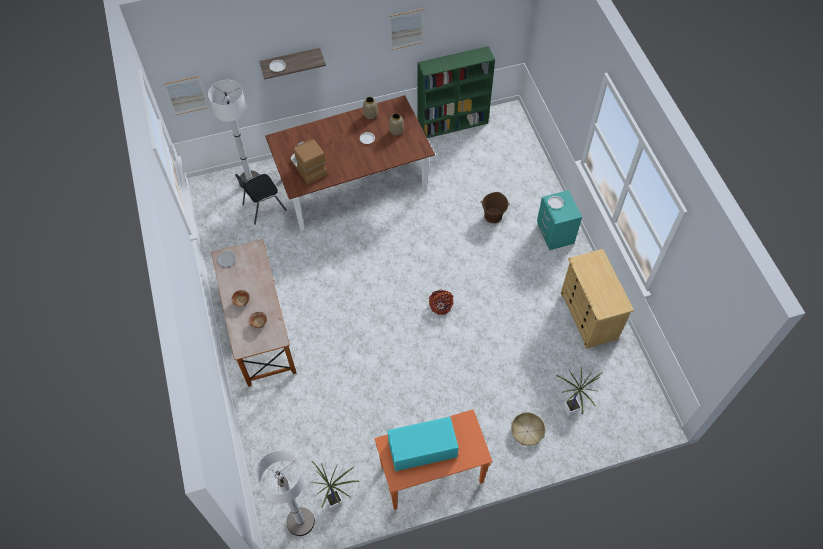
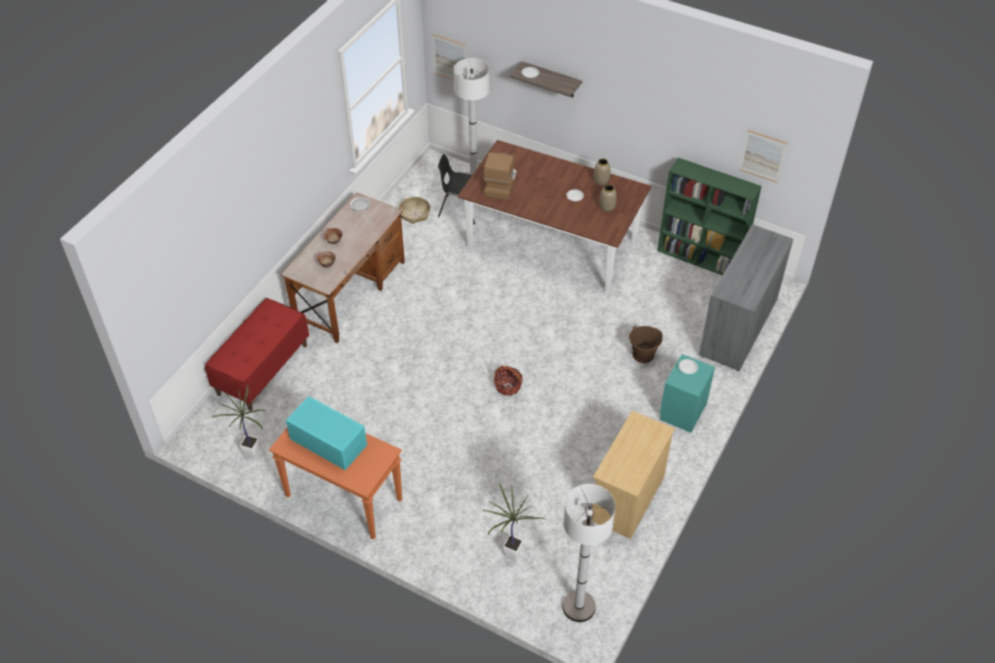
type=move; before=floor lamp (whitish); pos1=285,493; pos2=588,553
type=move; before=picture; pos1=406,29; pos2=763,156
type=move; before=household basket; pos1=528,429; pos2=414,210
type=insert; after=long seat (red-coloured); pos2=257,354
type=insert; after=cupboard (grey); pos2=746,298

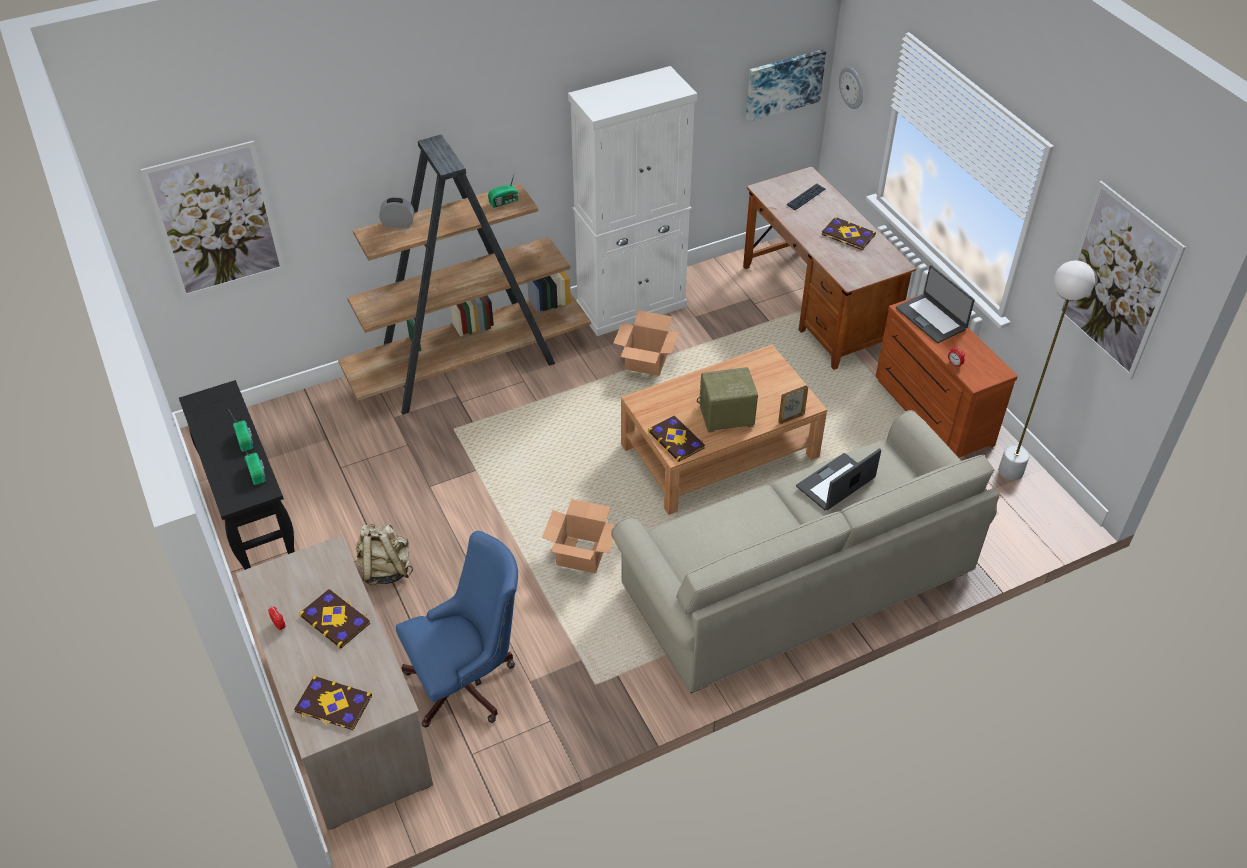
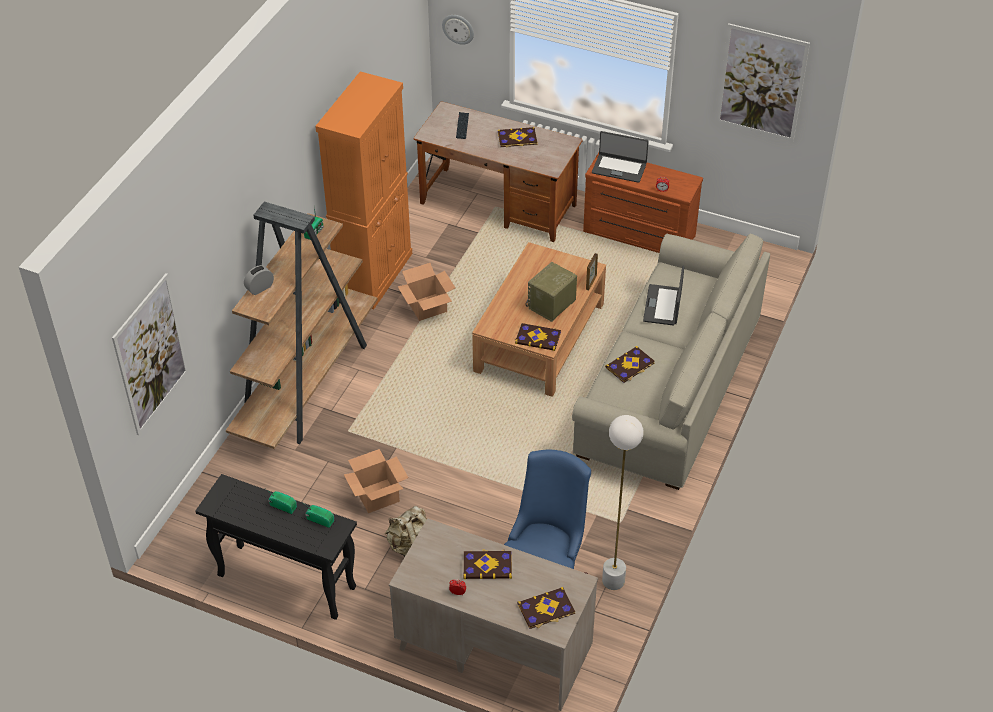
type=move; before=packing box; pos1=579,536; pos2=376,481
type=recolor; before=cupboard (whitish); after=cupboard (orange); pos1=632,201; pos2=363,190
type=delete; before=picture; pos1=786,85
type=move; before=floor lamp (whitish); pos1=1047,370; pos2=622,502
type=insert; after=bound book; pos2=630,364

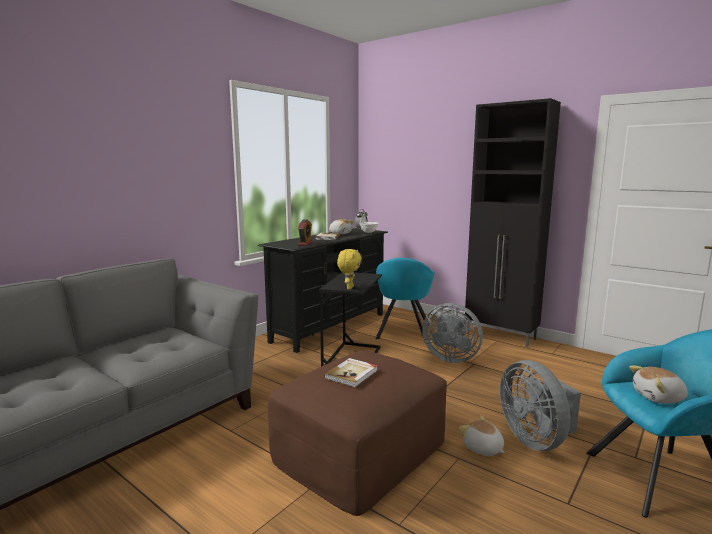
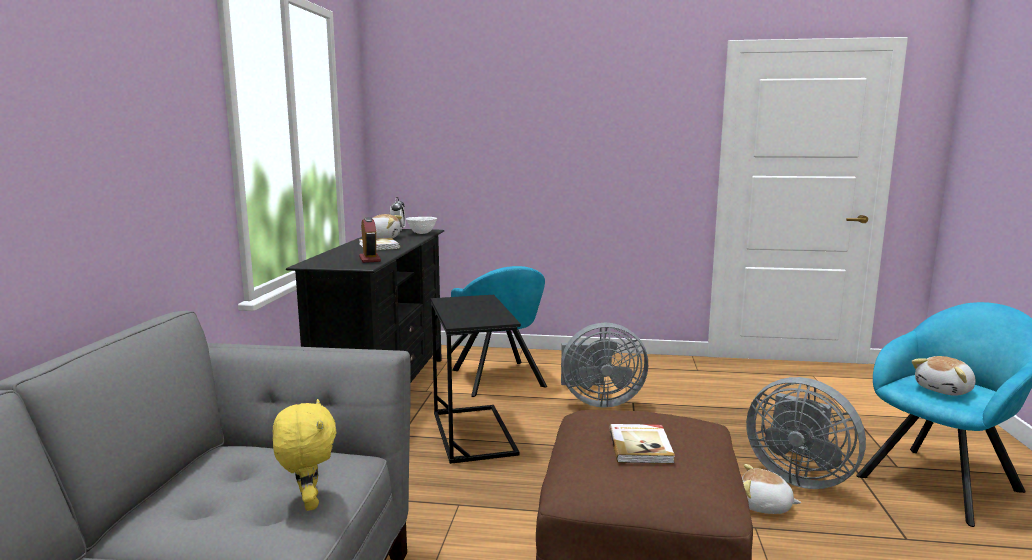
type=move; before=cuddly toy (yellow); pos1=349,269; pos2=304,455
type=delete; before=cupboard (blackish); pos1=513,222

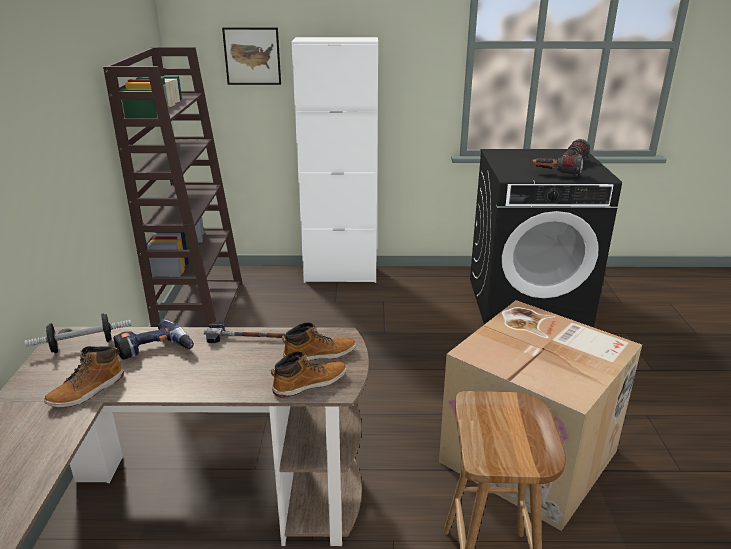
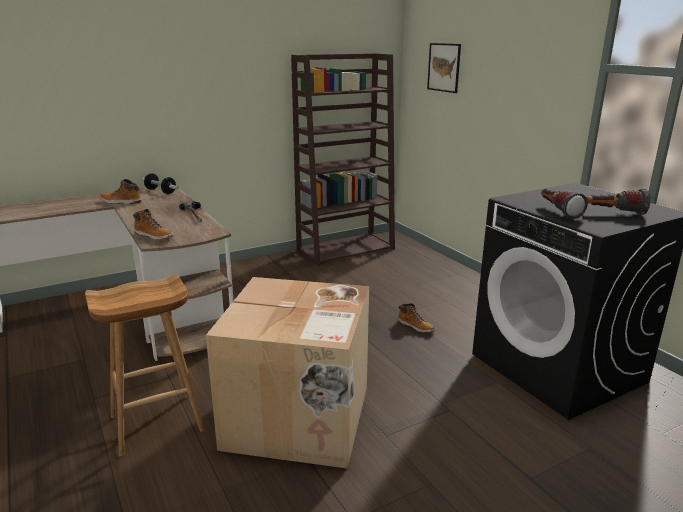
type=delete; before=electric drill; pos1=154,339
type=move; before=boot; pos1=319,341; pos2=416,318
type=delete; before=cupboard (whitish); pos1=334,160

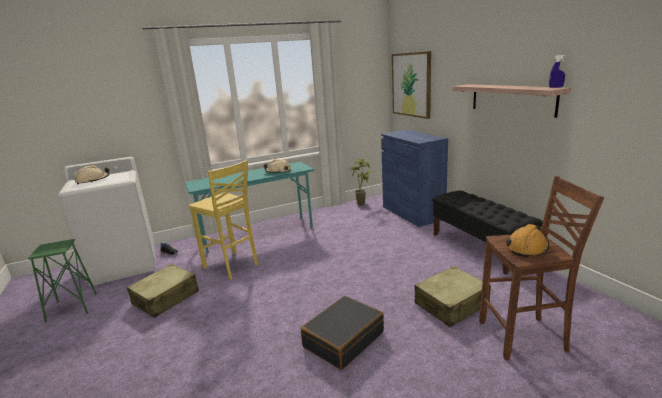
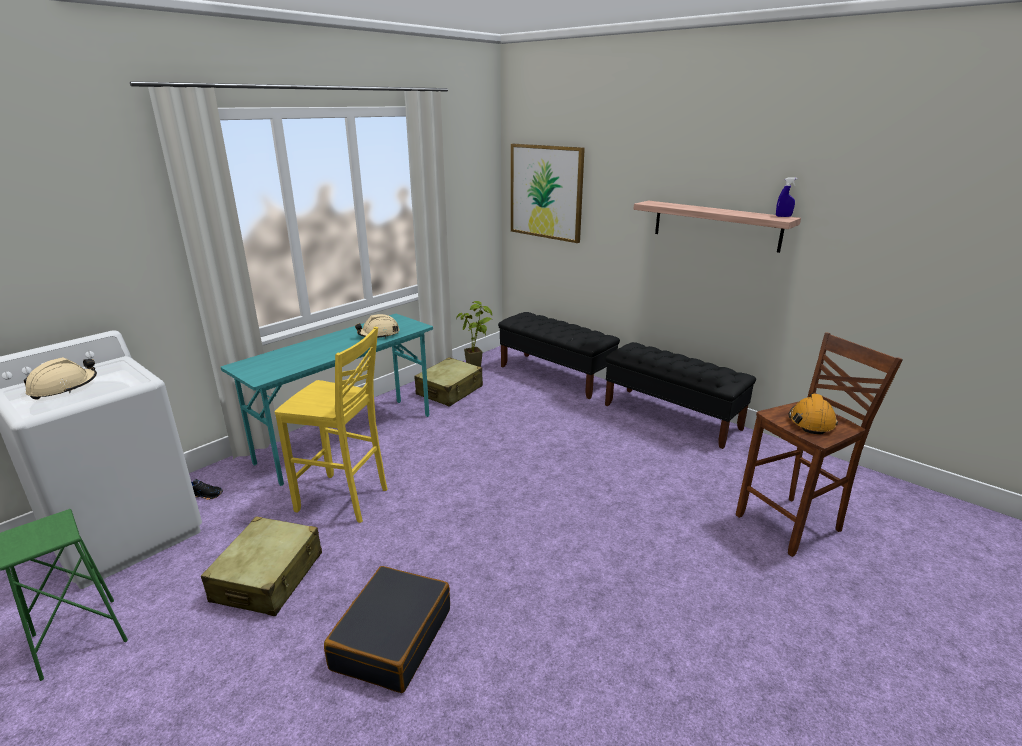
type=move; before=travel case (blackish); pos1=342,333; pos2=387,629
type=replace; before=cupboard (blue); after=long seat (blackish); pos1=414,178; pos2=559,355
type=move; before=travel case (sand-coloured); pos1=453,296; pos2=449,382

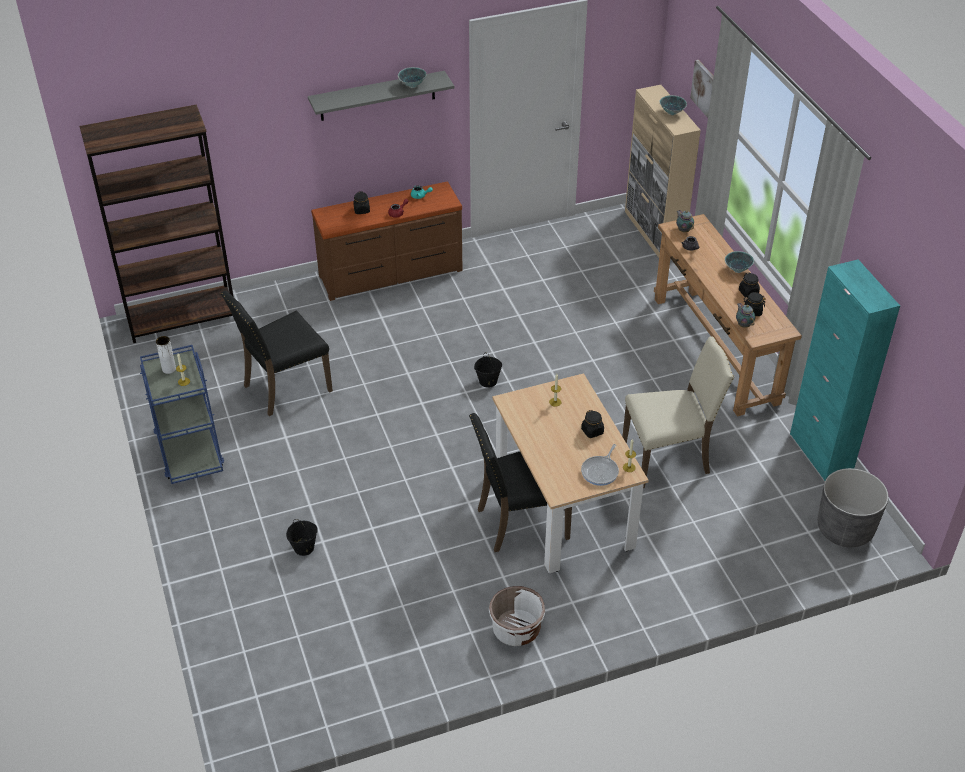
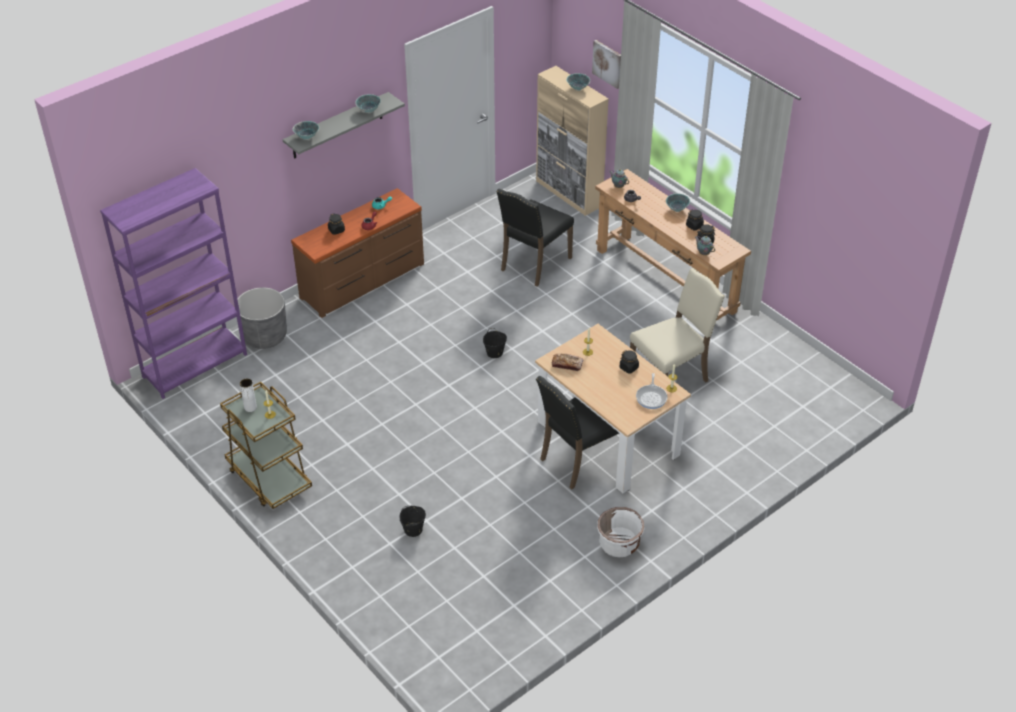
type=recolor; before=shelving unit (brownish); after=shelving unit (purple); pos1=156,223; pos2=173,283
type=recolor; before=wheeled cart (blue); after=wheeled cart (brownish); pos1=182,414; pos2=266,445
type=move; before=chair (blackish); pos1=277,353; pos2=535,238
type=delete; before=cupboard (turquoise); pos1=845,370
type=move; before=flower pot (grey); pos1=853,507; pos2=262,318
type=insert; after=deep dish; pos2=306,130
type=insert; after=bakery bread; pos2=567,362

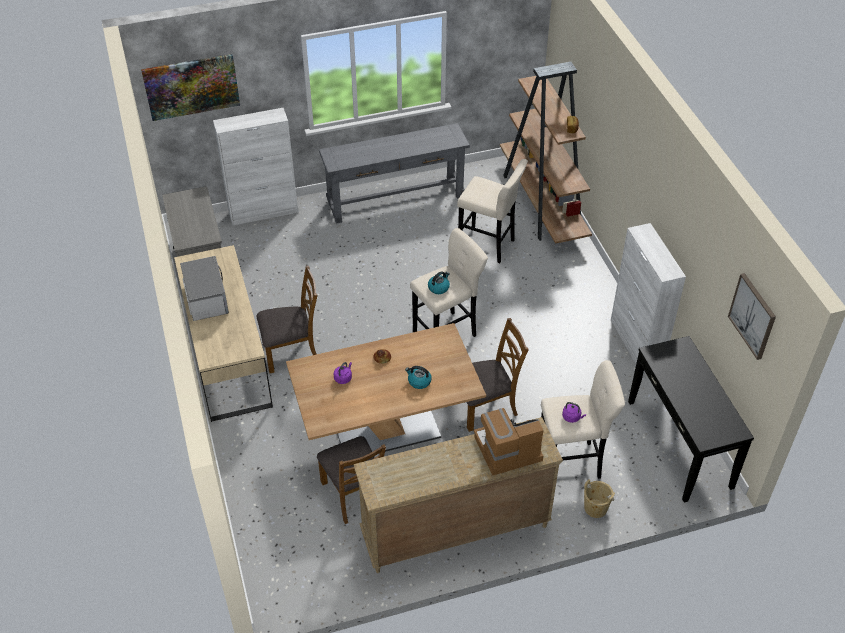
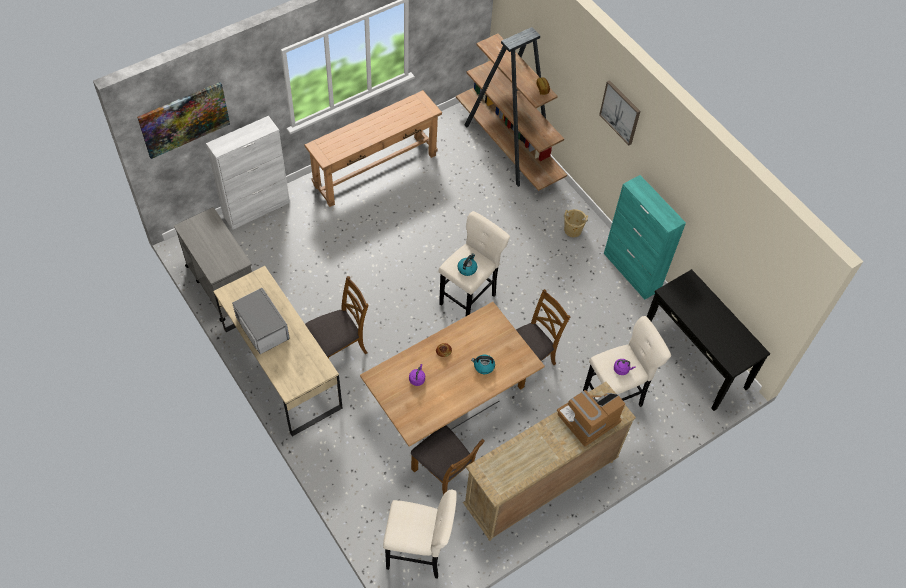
type=recolor; before=console table (grey); after=console table (brownish); pos1=394,173; pos2=373,148
type=move; before=stool (sand-coloured); pos1=492,211; pos2=420,534
type=move; before=pail (sand-coloured); pos1=599,498; pos2=576,223
type=recolor; before=cupboard (whitish); after=cupboard (turquoise); pos1=648,298; pos2=645,237
type=move; before=picture; pos1=752,316; pos2=619,112

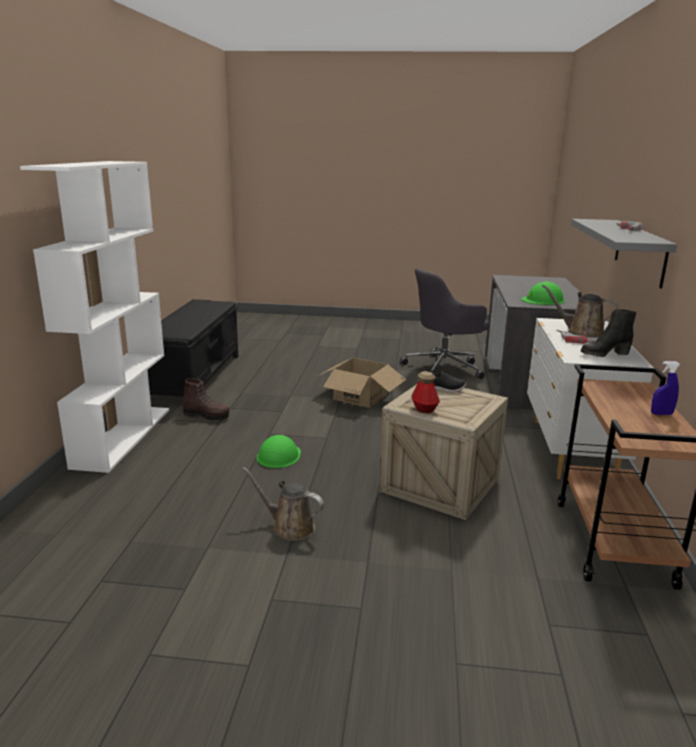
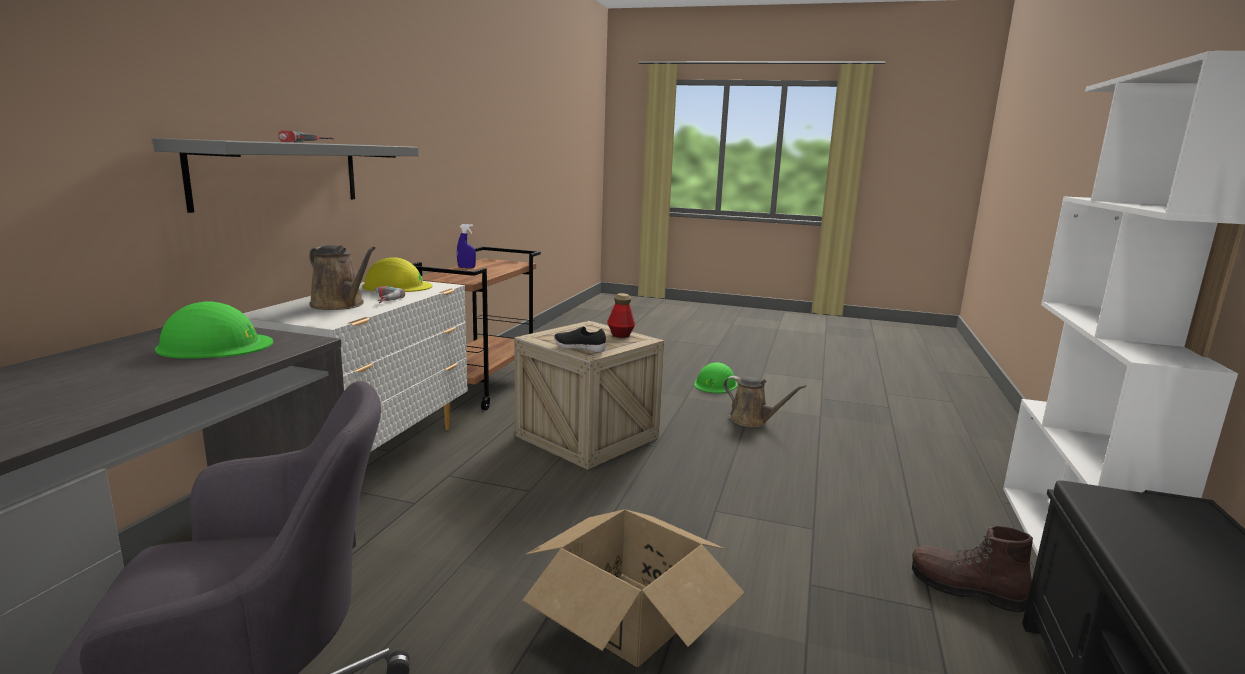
type=move; before=safety helmet (green-coloured); pos1=279,451; pos2=715,377
type=replace; before=boot (blackish); after=safety helmet (yellow); pos1=609,333; pos2=397,274

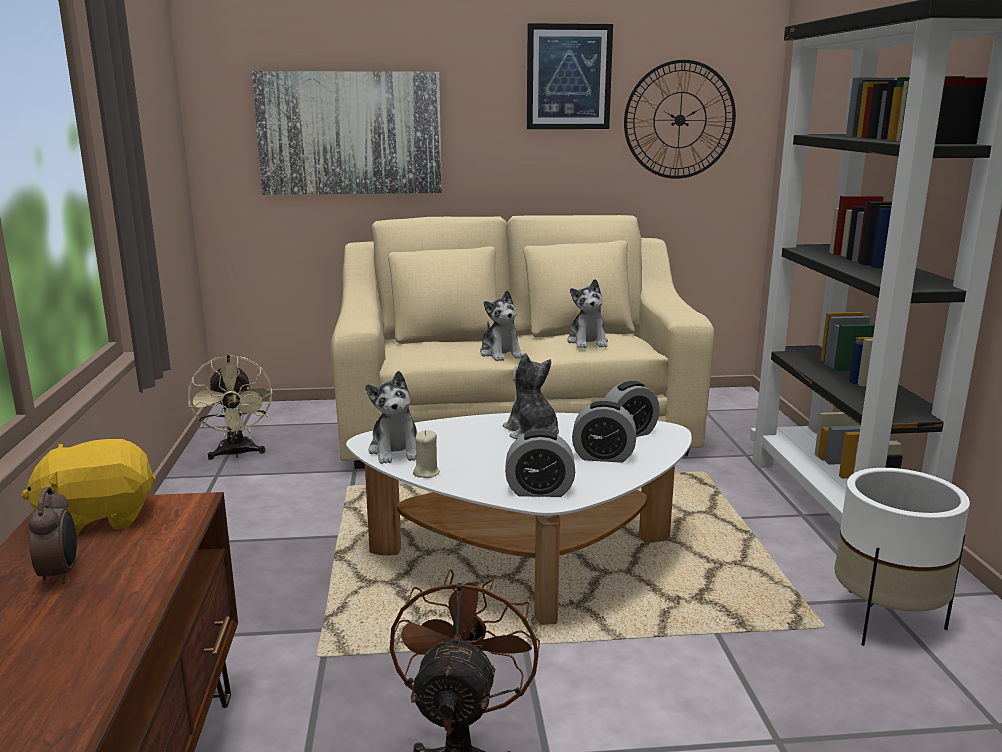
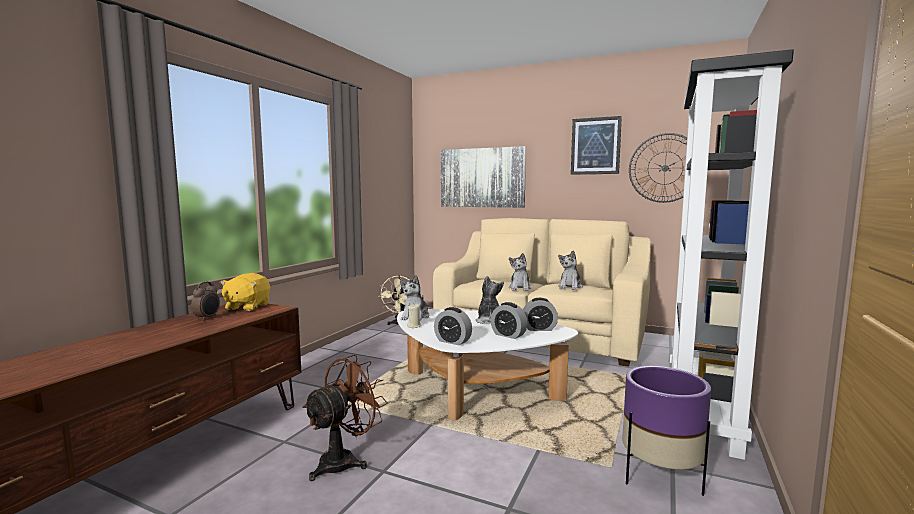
type=rotate; before=cuddly toy (yellow); pos1=88,487; pos2=245,292; turn=-90
type=recolor; before=flower pot (whitish); after=flower pot (purple); pos1=902,557; pos2=666,431

